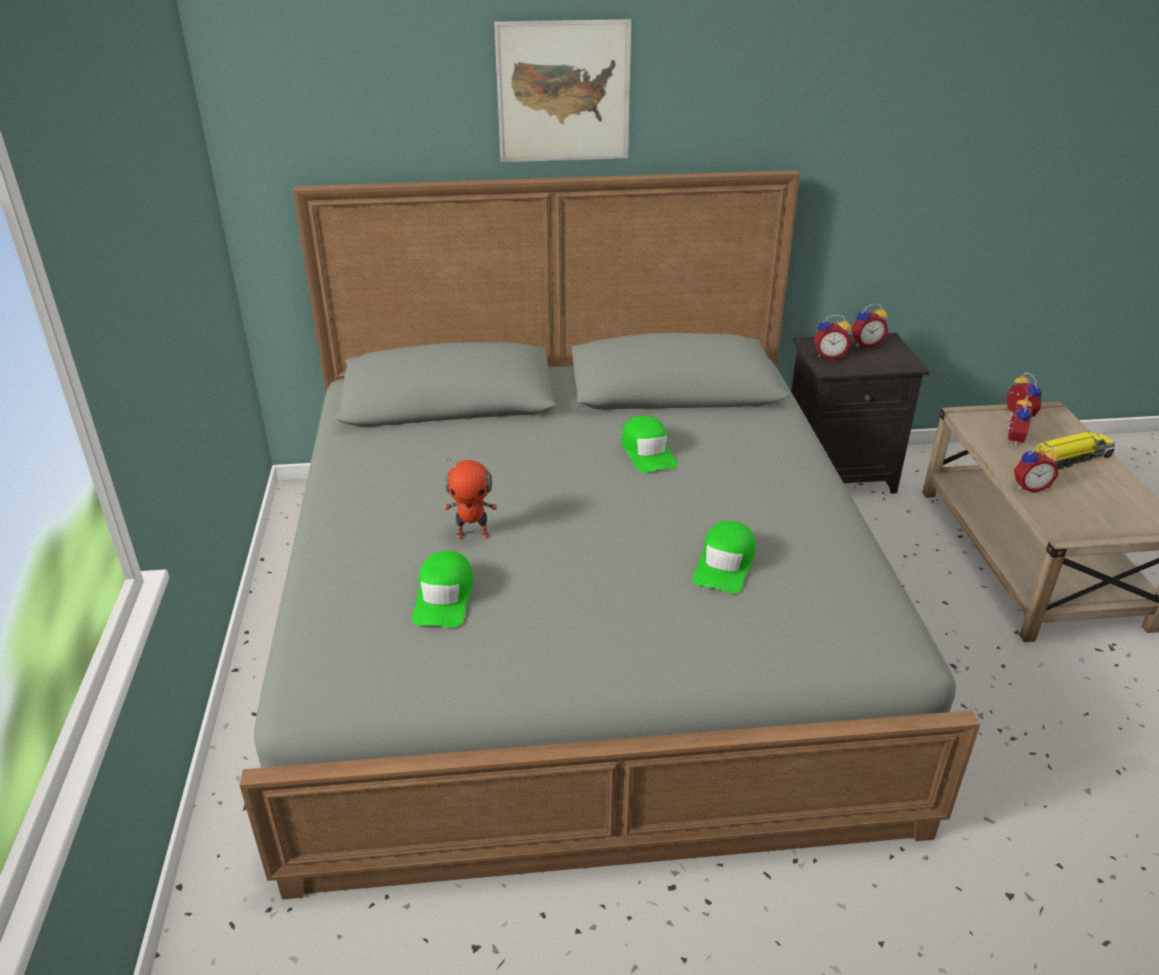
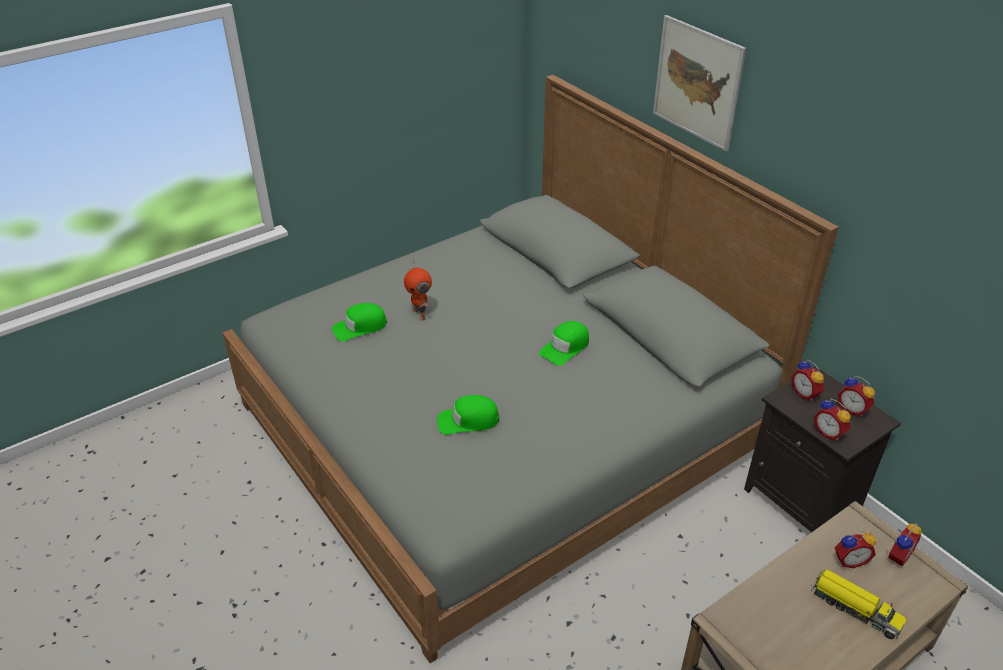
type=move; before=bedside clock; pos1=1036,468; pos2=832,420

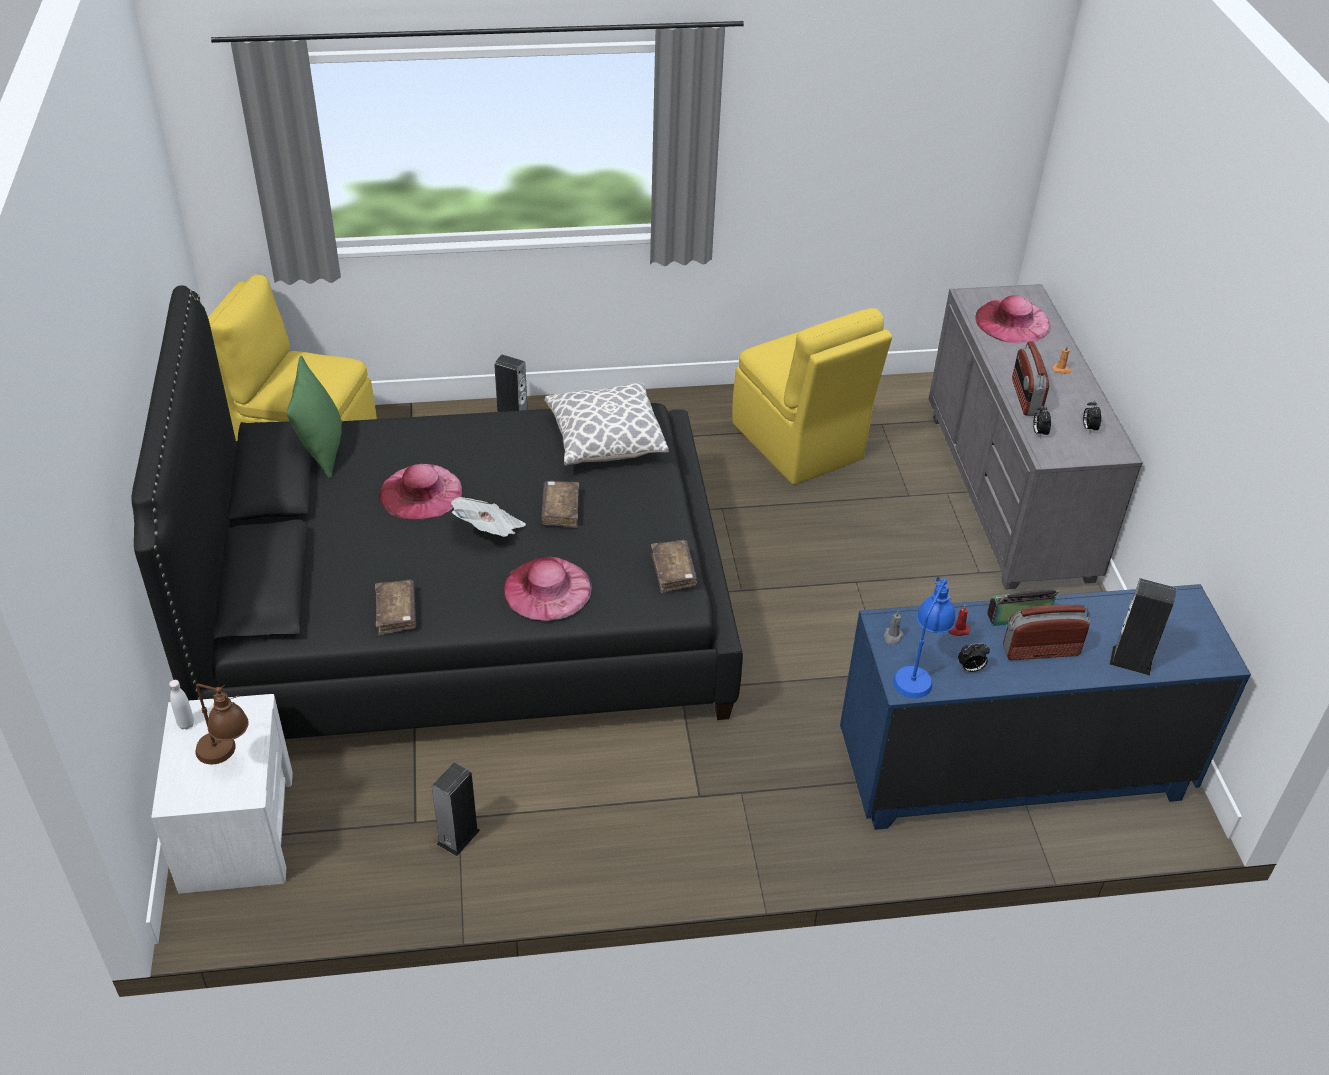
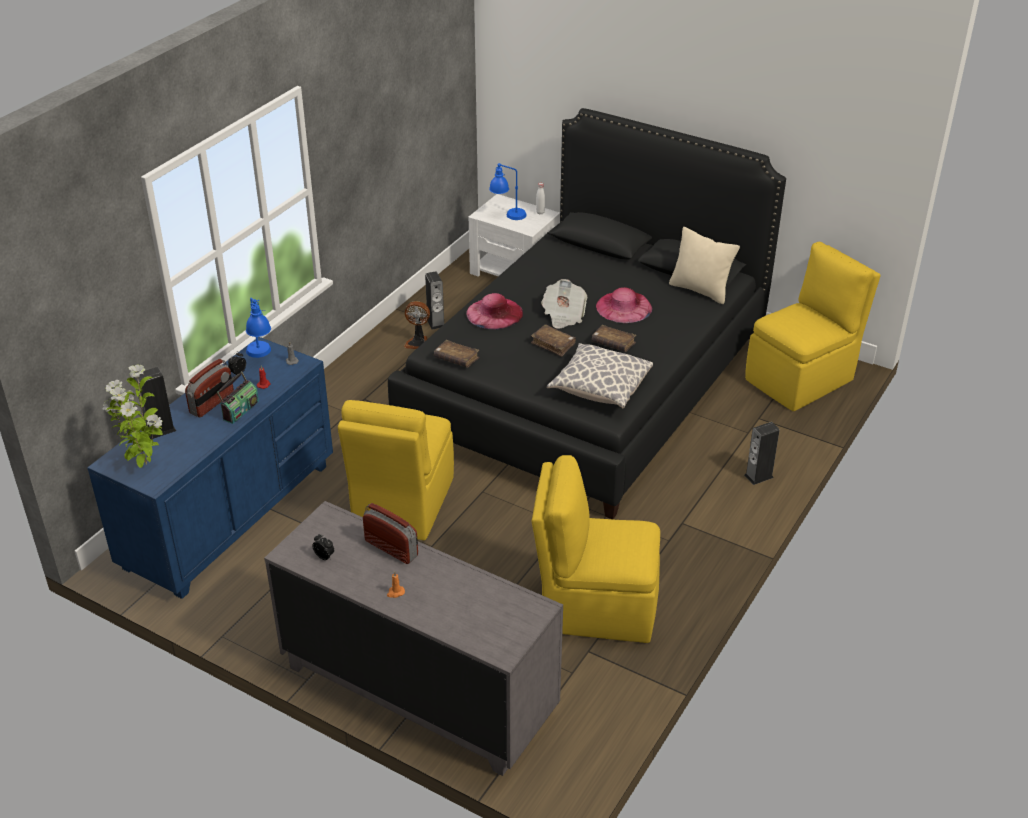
type=recolor; before=table lamp (brownish); after=table lamp (blue); pos1=222,724; pos2=508,191
type=recolor; before=pillow (green-coloured); after=pillow (sand-coloured); pos1=314,417; pos2=704,265
type=move; before=bound book (brownish); pos1=396,608; pos2=614,338
type=delete; before=wearable hat (pink-coloured); pos1=1012,319
type=delete; before=bedside clock; pos1=1042,421
type=insert; after=potted plant; pos2=133,416
type=insert; after=chair (yellow); pos2=396,470
type=insert; after=cooling fan; pos2=417,325

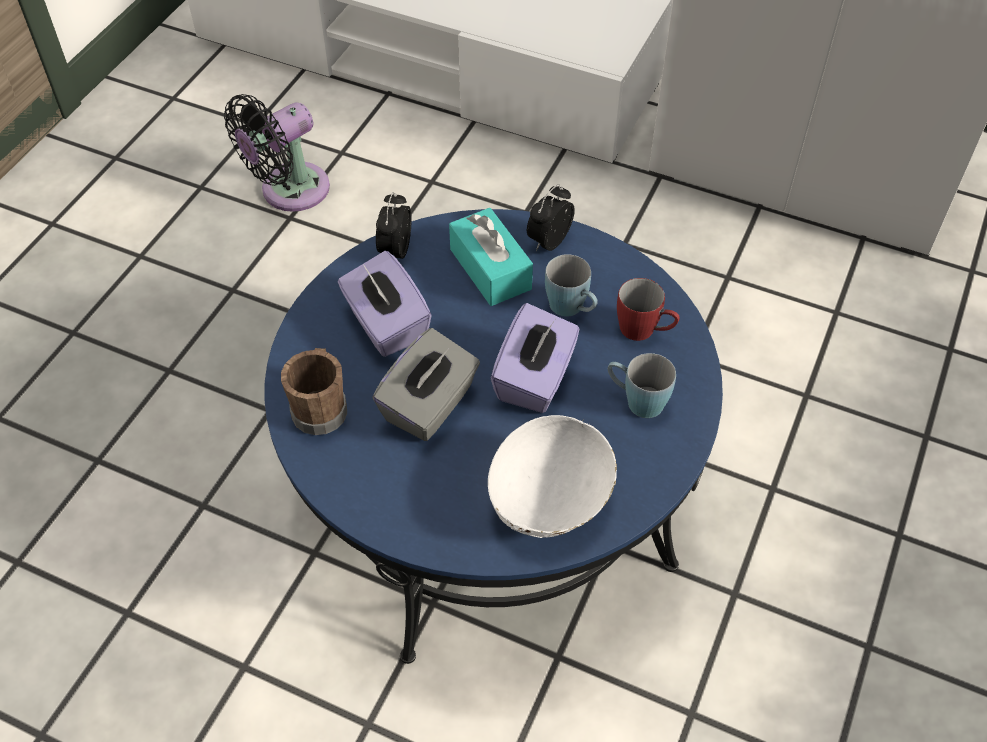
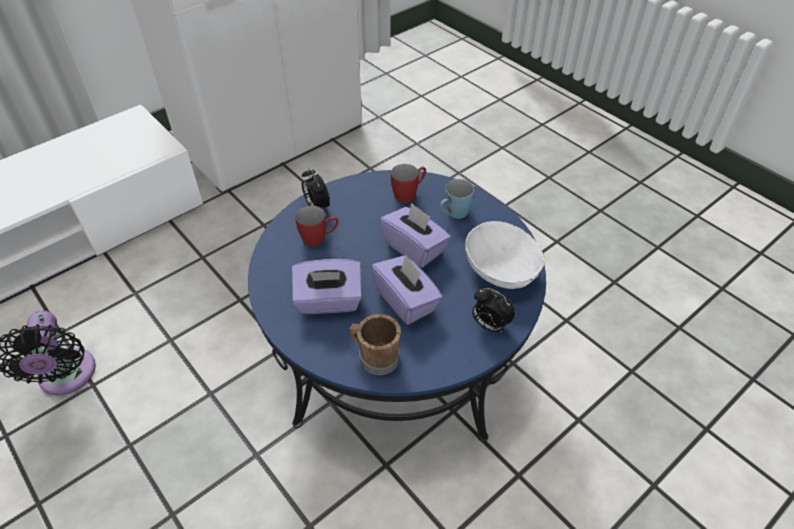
type=recolor; before=tissue box (grey); after=tissue box (purple); pos1=426,384; pos2=407,290
type=move; before=bedside clock; pos1=394,225; pos2=493,310
type=replace; before=tissue box (turquoise); after=coffee mug (red-coloured); pos1=491,257; pos2=317,226
type=delete; before=coffee mug (blue); pos1=571,285

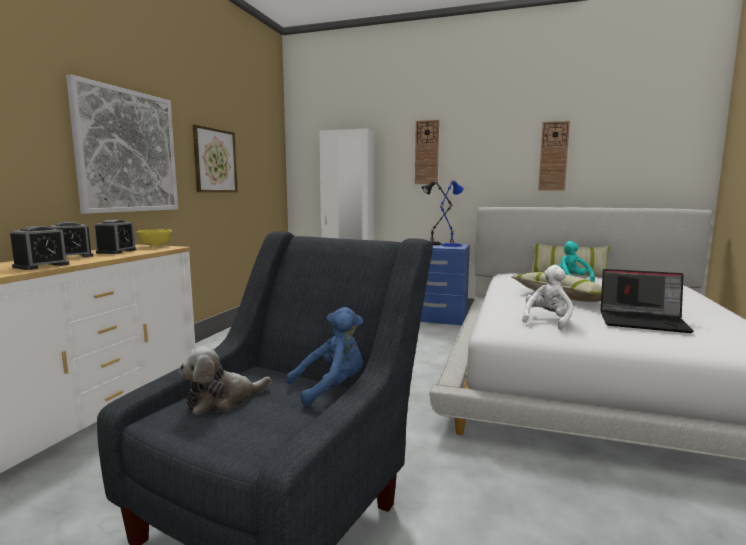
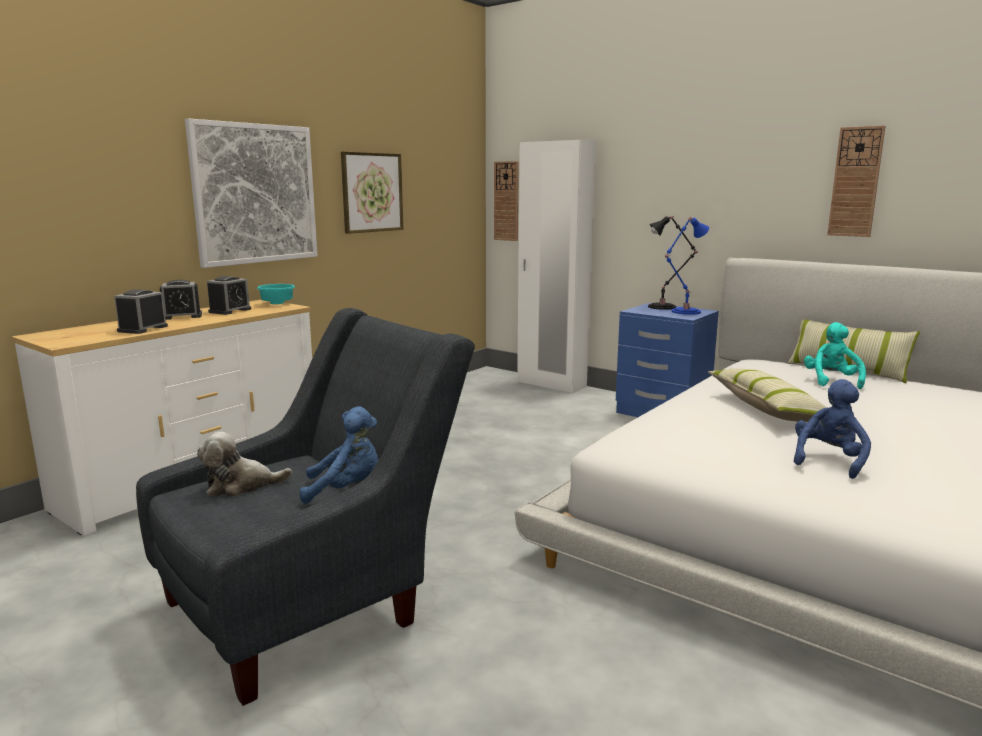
type=rotate; before=bedside clock; pos1=39,248; pos2=141,311; turn=150
type=recolor; before=deep dish (yellow); after=deep dish (turquoise); pos1=154,238; pos2=276,294
type=move; before=hanging clock; pos1=427,152; pos2=506,201
type=delete; before=cuddly toy (whitish); pos1=547,297
type=replace; before=laptop; after=cuddly toy (blue); pos1=647,301; pos2=832,429

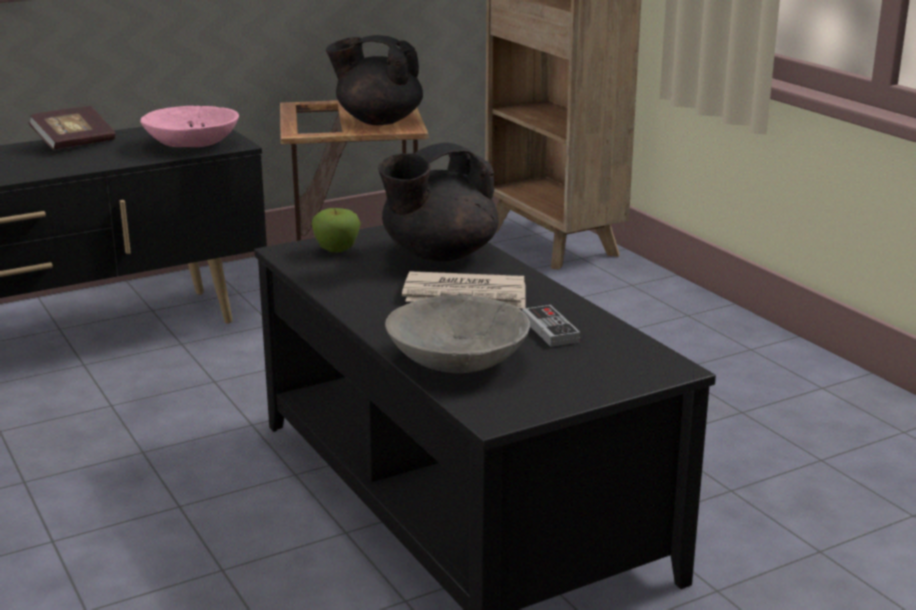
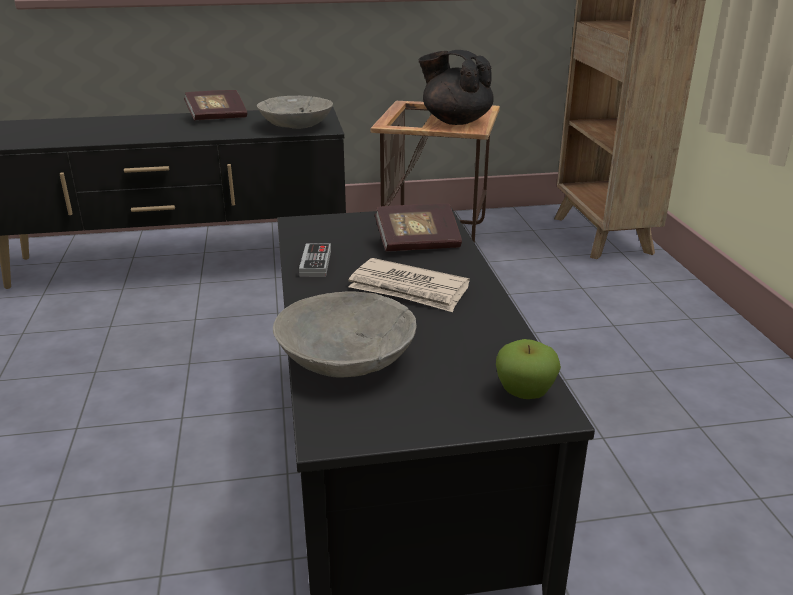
type=recolor; before=deep dish (pink-coloured); after=deep dish (grey); pos1=189,126; pos2=295,112
type=move; before=apple fruit; pos1=336,230; pos2=528,369
type=replace; before=teapot (blackish); after=bound book; pos1=438,202; pos2=418,228
type=move; before=gamepad; pos1=551,326; pos2=315,260

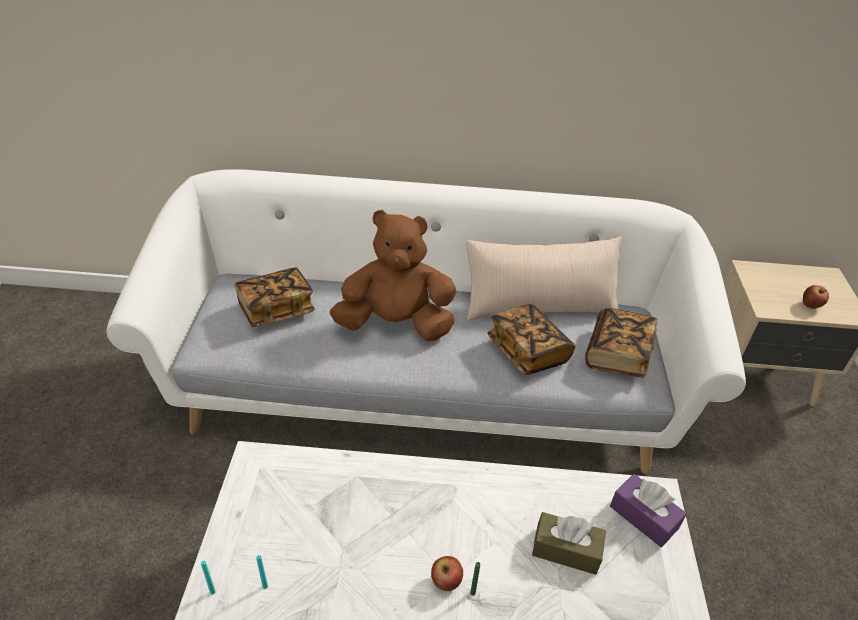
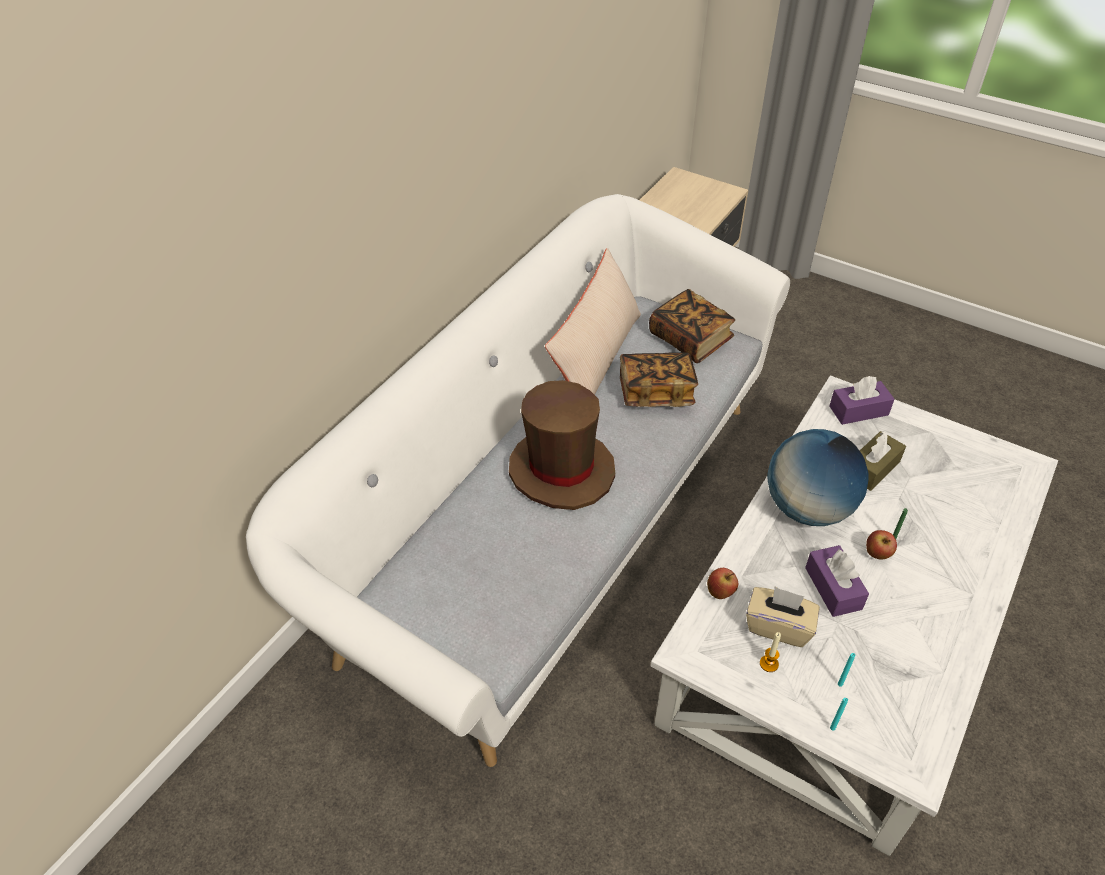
type=delete; before=bound book; pos1=274,297
type=replace; before=cuddly toy (brownish); after=wearable hat (brownish); pos1=393,275; pos2=562,445
type=move; before=apple fruit; pos1=816,297; pos2=722,583
type=insert; after=tissue box (sand-coloured); pos2=783,617
type=insert; after=candle; pos2=770,652
type=insert; after=world globe; pos2=818,477
type=insert; after=tissue box (purple); pos2=837,581

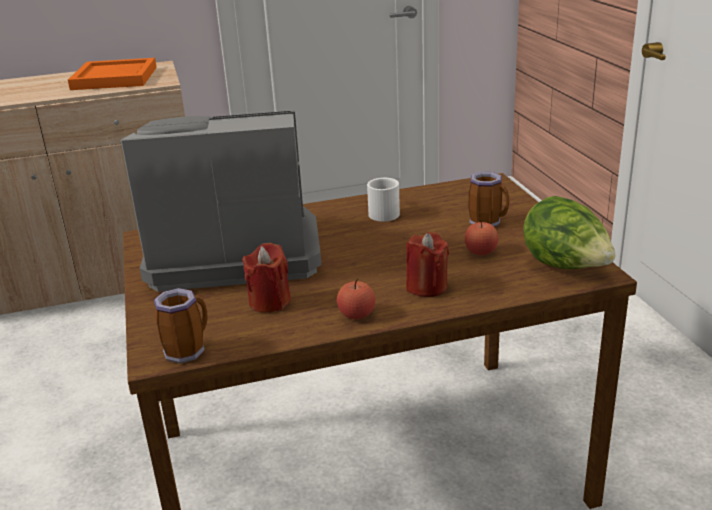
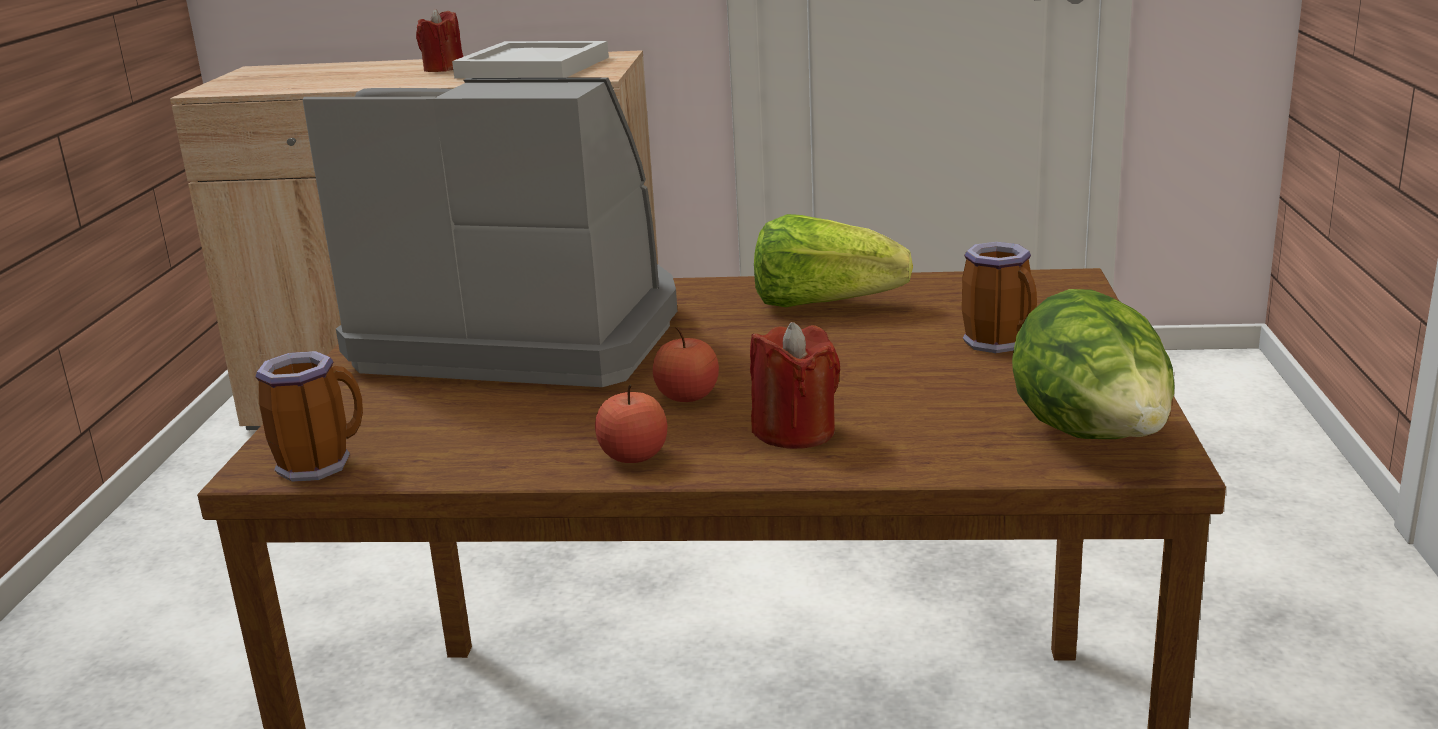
type=recolor; before=tray (orange); after=tray (whitish); pos1=112,74; pos2=530,60
type=move; before=candle (red-coloured); pos1=266,278; pos2=439,40
type=replace; before=coffee mug (whitish); after=head of lettuce; pos1=383,200; pos2=833,260
type=move; before=apple fruit; pos1=481,236; pos2=686,364

